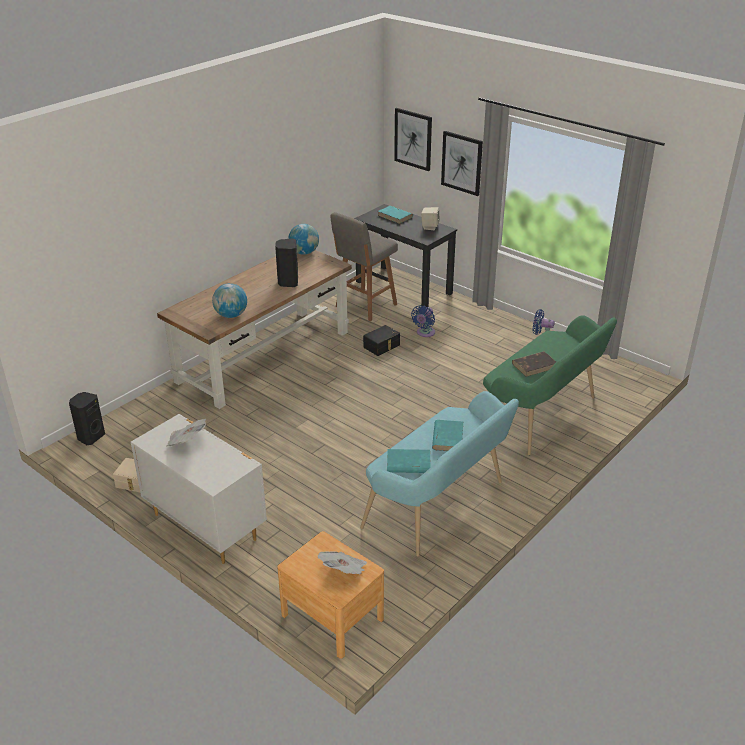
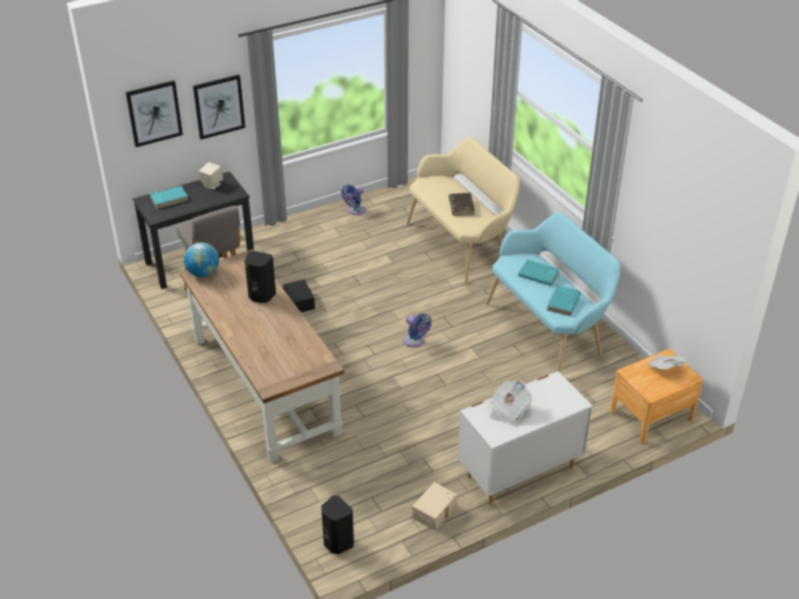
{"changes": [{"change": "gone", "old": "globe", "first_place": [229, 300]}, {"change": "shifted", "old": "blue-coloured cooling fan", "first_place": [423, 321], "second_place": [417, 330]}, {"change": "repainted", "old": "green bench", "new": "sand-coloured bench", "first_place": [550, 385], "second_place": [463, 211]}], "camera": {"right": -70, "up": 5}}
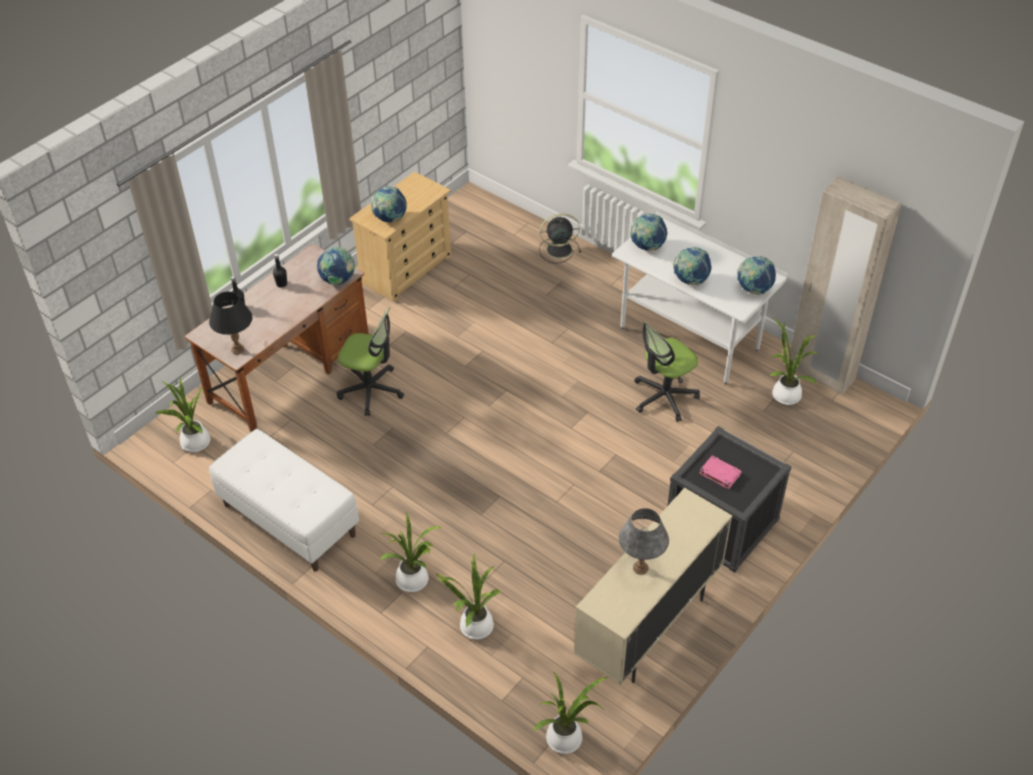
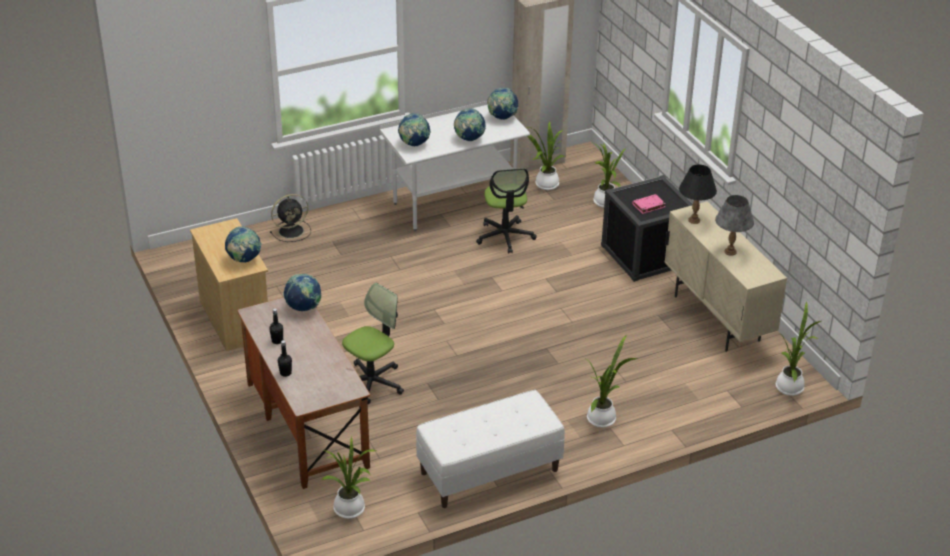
{"changes": [{"change": "shifted", "old": "black lamp for a table", "first_place": [230, 323], "second_place": [698, 194]}, {"change": "shifted", "old": "plant in a pot", "first_place": [468, 596], "second_place": [609, 175]}, {"change": "rotated", "old": "black cooling fan", "first_place": [560, 239], "second_place": [290, 218], "degrees": -135}], "camera": {"right": -65, "up": -10}}
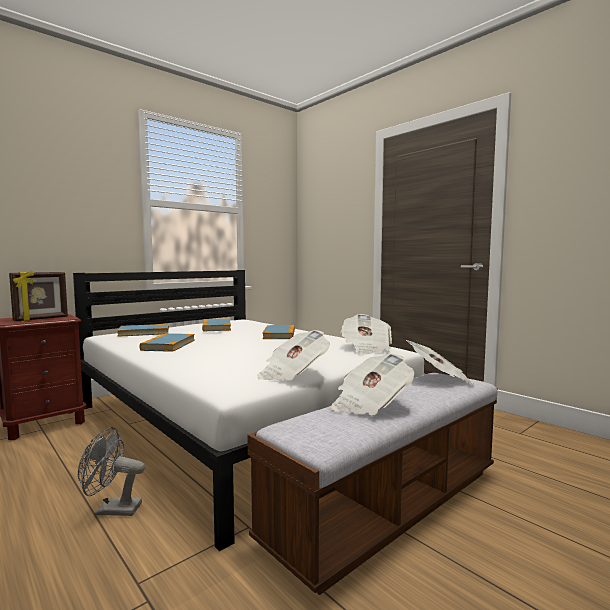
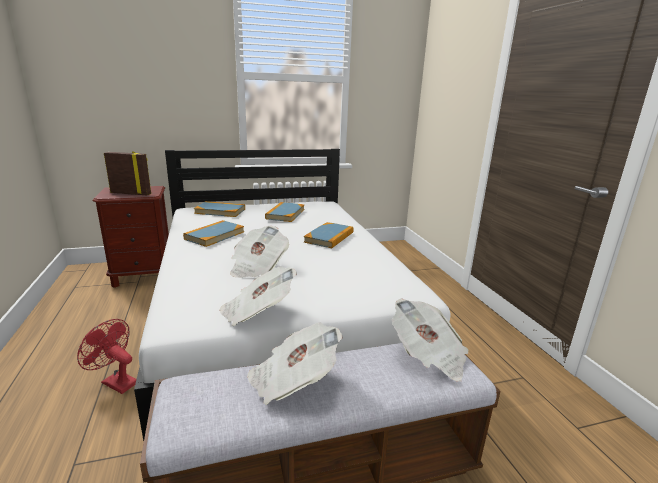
{"changes": [{"change": "shifted", "old": "printed paper", "first_place": [366, 334], "second_place": [259, 252]}, {"change": "repainted", "old": "greyish cooling fan", "new": "reddish cooling fan", "first_place": [111, 471], "second_place": [106, 356]}, {"change": "rotated", "old": "standing frame", "first_place": [38, 296], "second_place": [127, 173], "degrees": -150}], "camera": {"right": 25, "up": 15}}
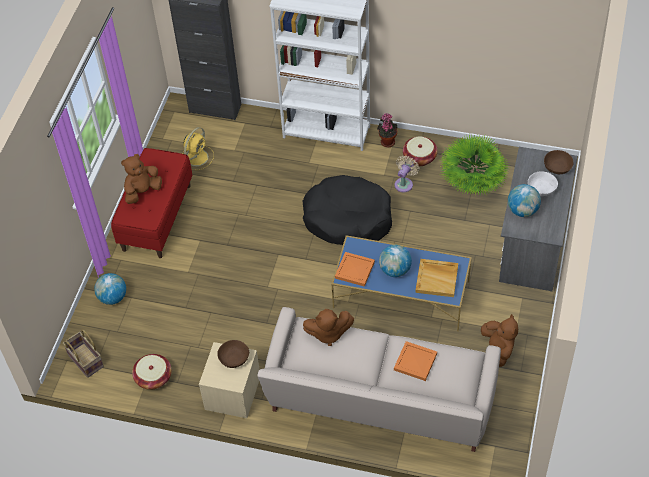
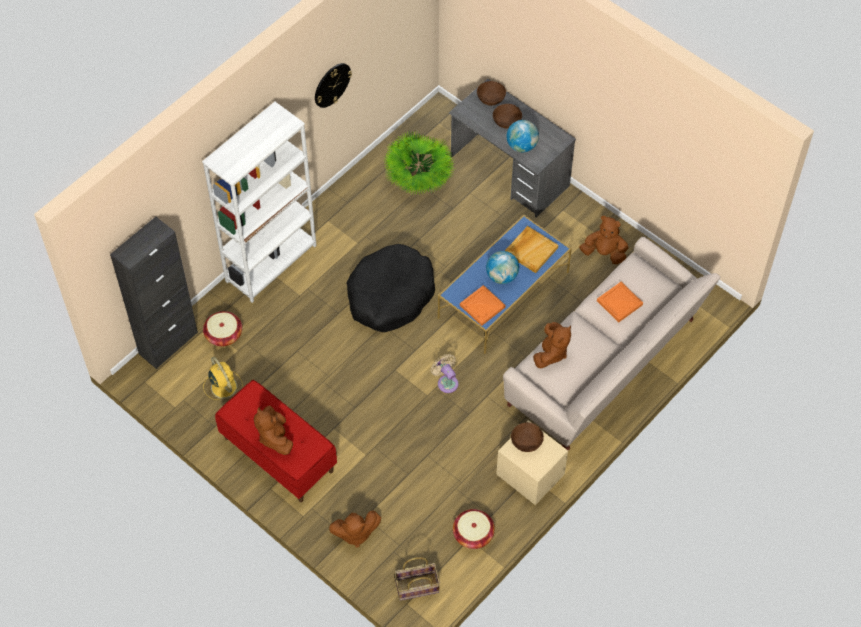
{"changes": [{"change": "gone", "old": "plant in a pot", "first_place": [387, 130]}, {"change": "new", "new": "wall clock", "second_place": [333, 85]}, {"change": "shifted", "old": "sand-coloured cooling fan", "first_place": [407, 173], "second_place": [444, 373]}, {"change": "shifted", "old": "basket", "first_place": [420, 151], "second_place": [222, 328]}, {"change": "swapped", "old": "globe", "new": "brown cuddly toy", "first_place": [110, 289], "second_place": [355, 529]}, {"change": "repainted", "old": "white serving bowl", "new": "brown serving bowl", "first_place": [543, 184], "second_place": [507, 116]}], "camera": {"right": -65, "up": 5}}
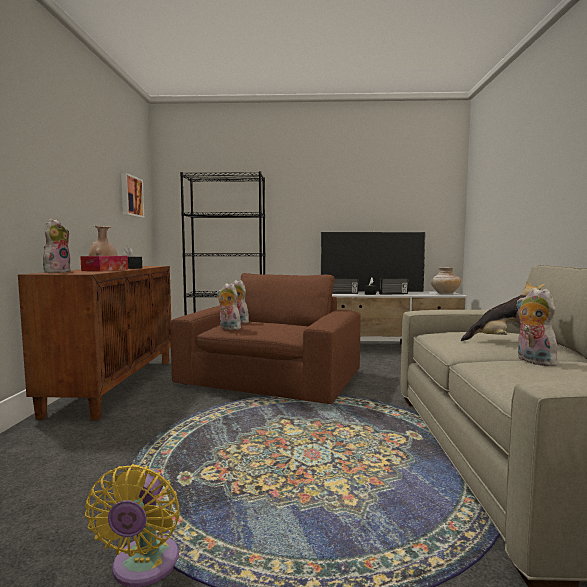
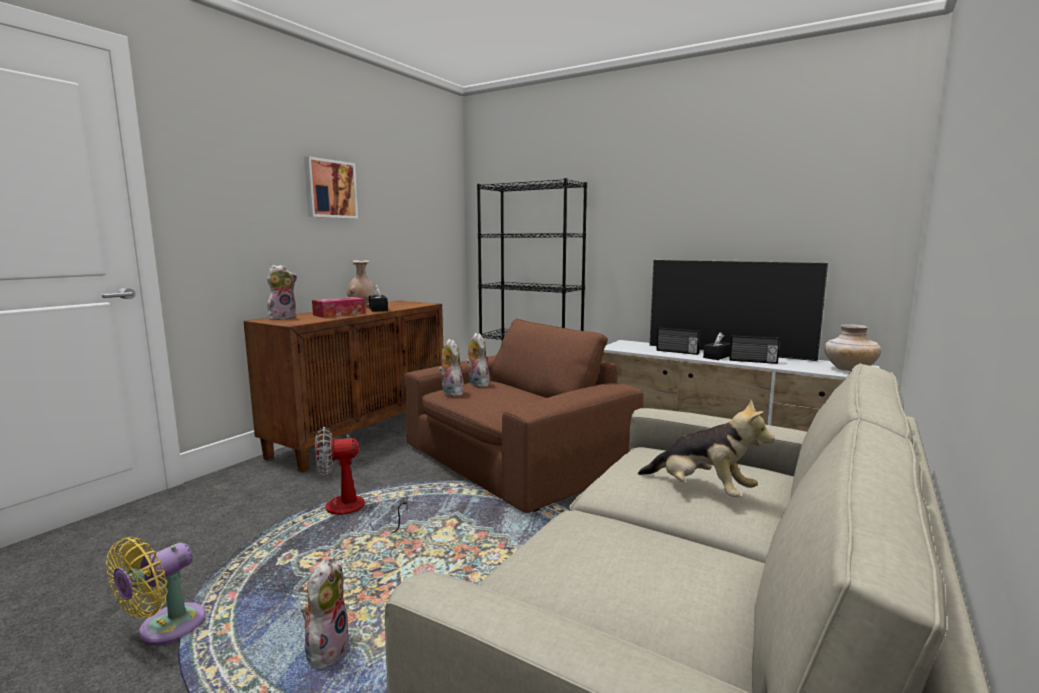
{"changes": [{"change": "new", "new": "cooling fan", "second_place": [361, 480]}, {"change": "shifted", "old": "picture", "first_place": [132, 195], "second_place": [331, 187]}, {"change": "shifted", "old": "cuddly toy", "first_place": [537, 327], "second_place": [325, 614]}], "camera": {"right": 30, "up": 5}}
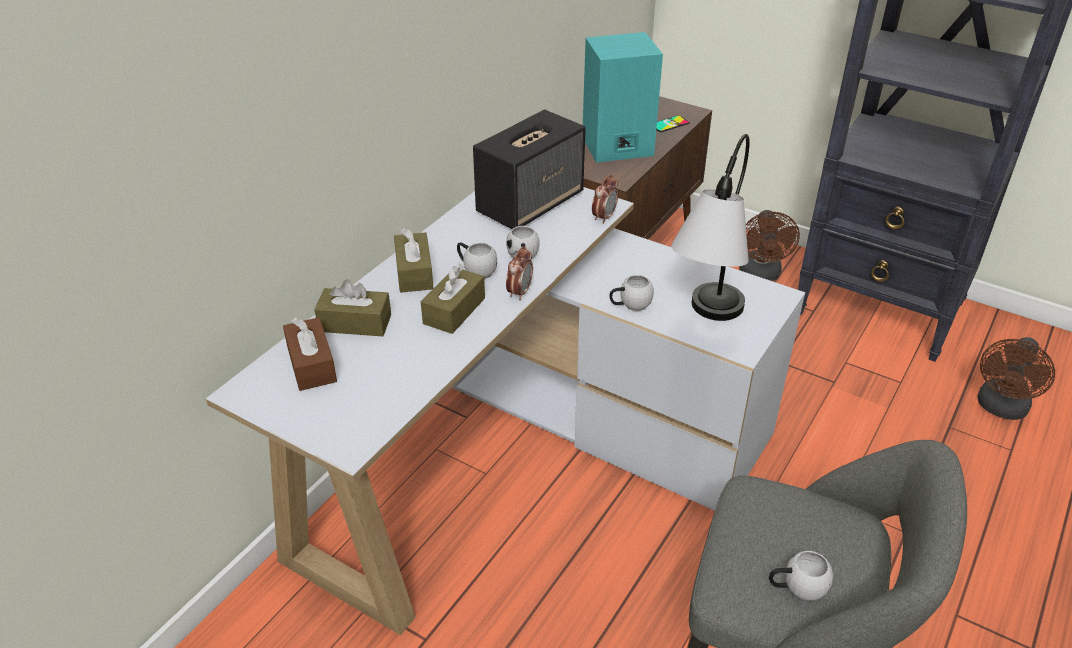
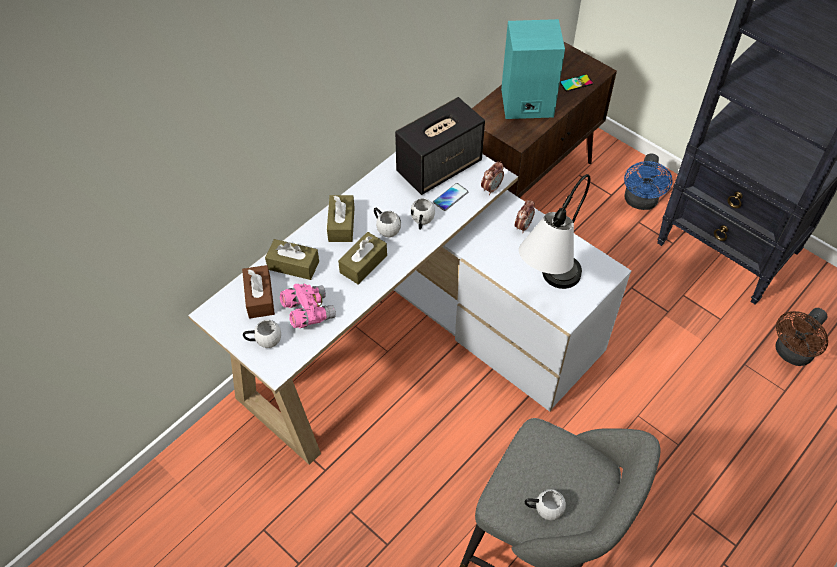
{"changes": [{"change": "new", "new": "pink field glasses", "second_place": [308, 306]}, {"change": "new", "new": "handset", "second_place": [450, 197]}, {"change": "shifted", "old": "bedside clock", "first_place": [519, 273], "second_place": [525, 216]}, {"change": "shifted", "old": "white coffee mug", "first_place": [631, 293], "second_place": [262, 334]}, {"change": "repainted", "old": "brown cooling fan", "new": "blue-coloured cooling fan", "first_place": [769, 245], "second_place": [648, 182]}], "camera": {"right": 10, "up": 15}}
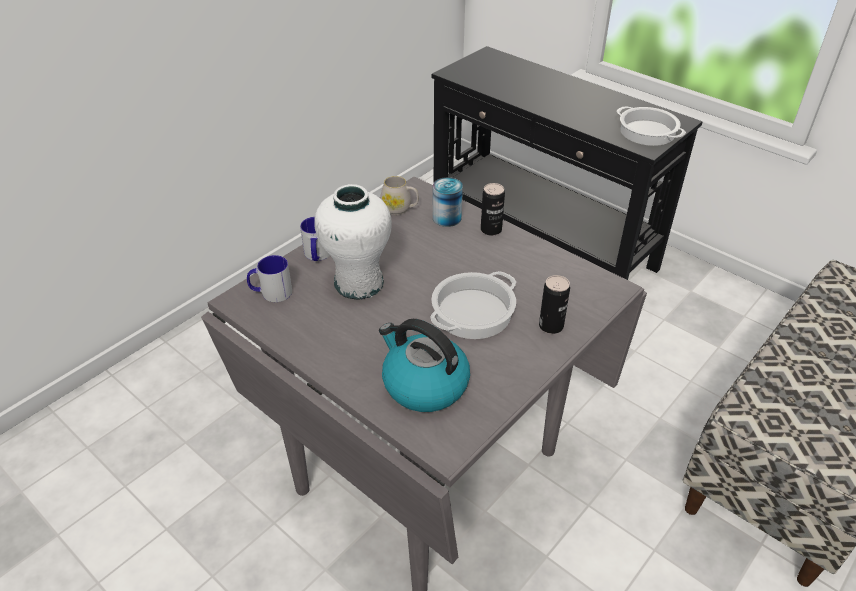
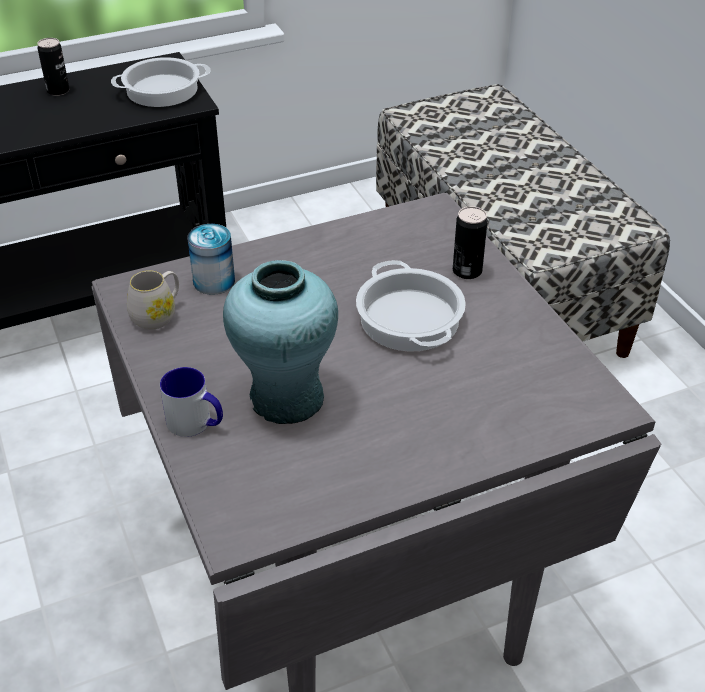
{"changes": [{"change": "gone", "old": "coffee mug", "first_place": [269, 278]}, {"change": "gone", "old": "kettle", "first_place": [424, 365]}, {"change": "shifted", "old": "metal can", "first_place": [493, 209], "second_place": [53, 67]}, {"change": "repainted", "old": "white flower vase", "new": "turquoise-coloured flower vase", "first_place": [353, 242], "second_place": [280, 342]}], "camera": {"right": -65, "up": 0}}
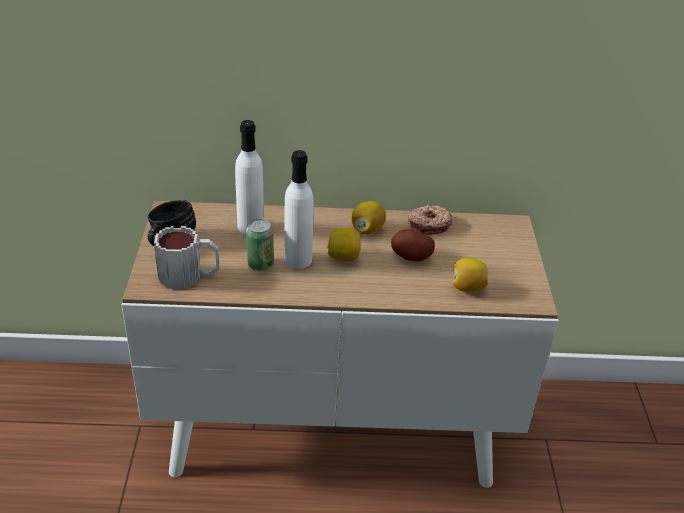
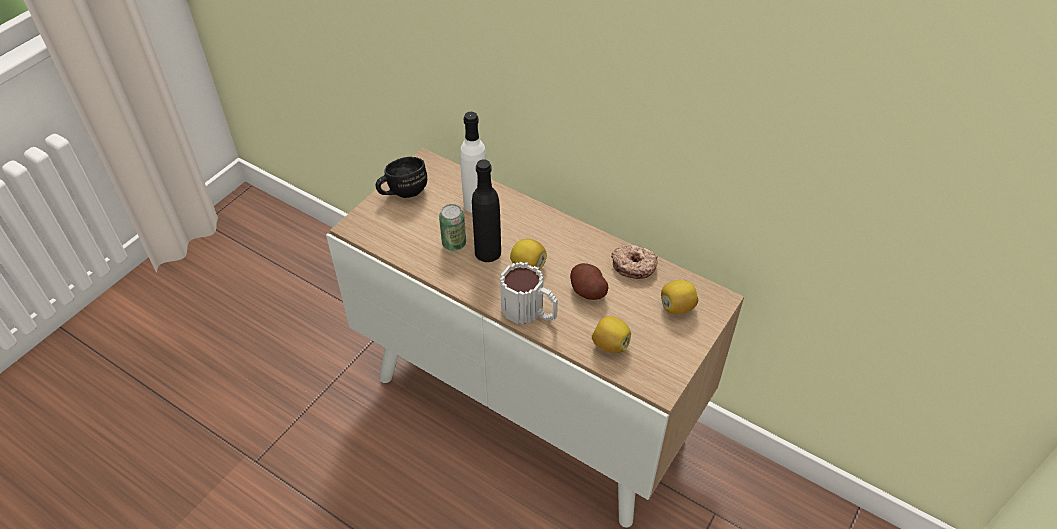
{"changes": [{"change": "shifted", "old": "coffee mug", "first_place": [187, 257], "second_place": [529, 293]}, {"change": "shifted", "old": "lemon", "first_place": [368, 217], "second_place": [679, 297]}, {"change": "repainted", "old": "white beverage bottle", "new": "black beverage bottle", "first_place": [299, 209], "second_place": [486, 210]}], "camera": {"right": 35, "up": 10}}
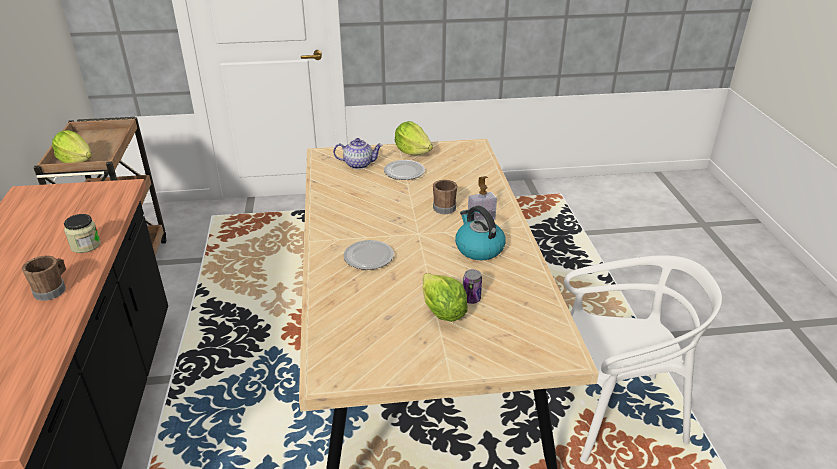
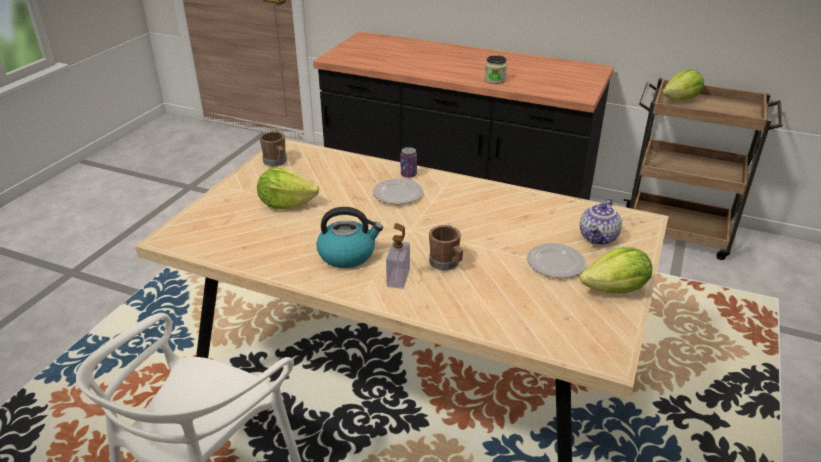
{"changes": [{"change": "shifted", "old": "brown coffee mug", "first_place": [44, 278], "second_place": [273, 149]}, {"change": "shifted", "old": "metal can", "first_place": [472, 286], "second_place": [409, 162]}], "camera": {"right": 120, "up": 0}}
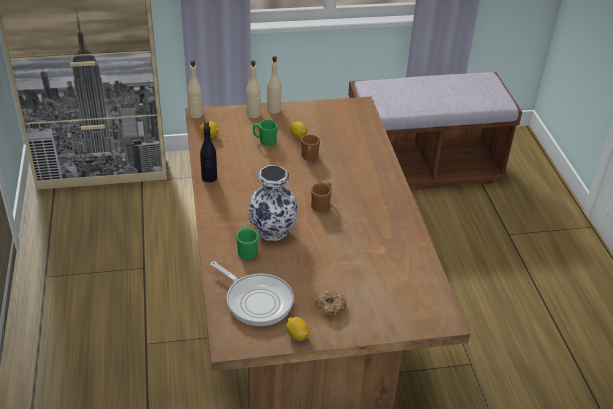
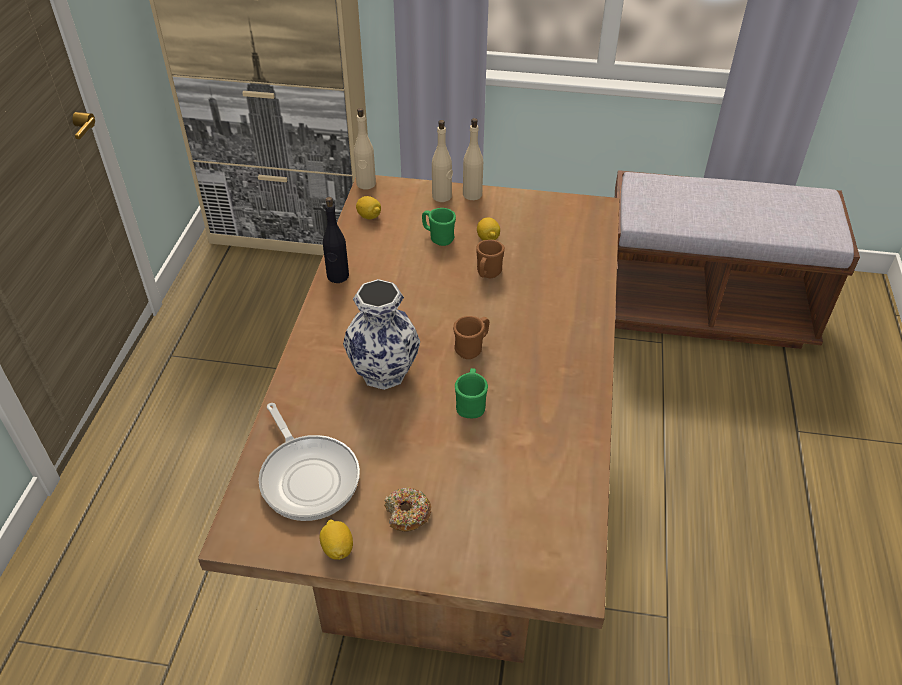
{"changes": [{"change": "shifted", "old": "green coffee mug", "first_place": [247, 242], "second_place": [471, 393]}], "camera": {"right": 20, "up": 5}}
